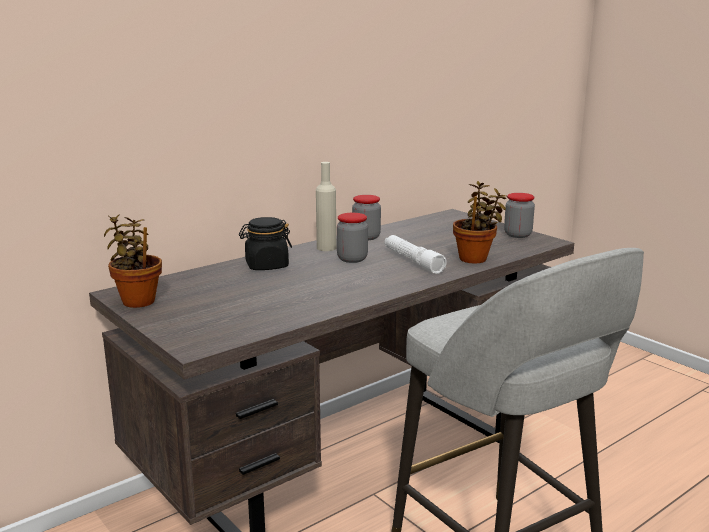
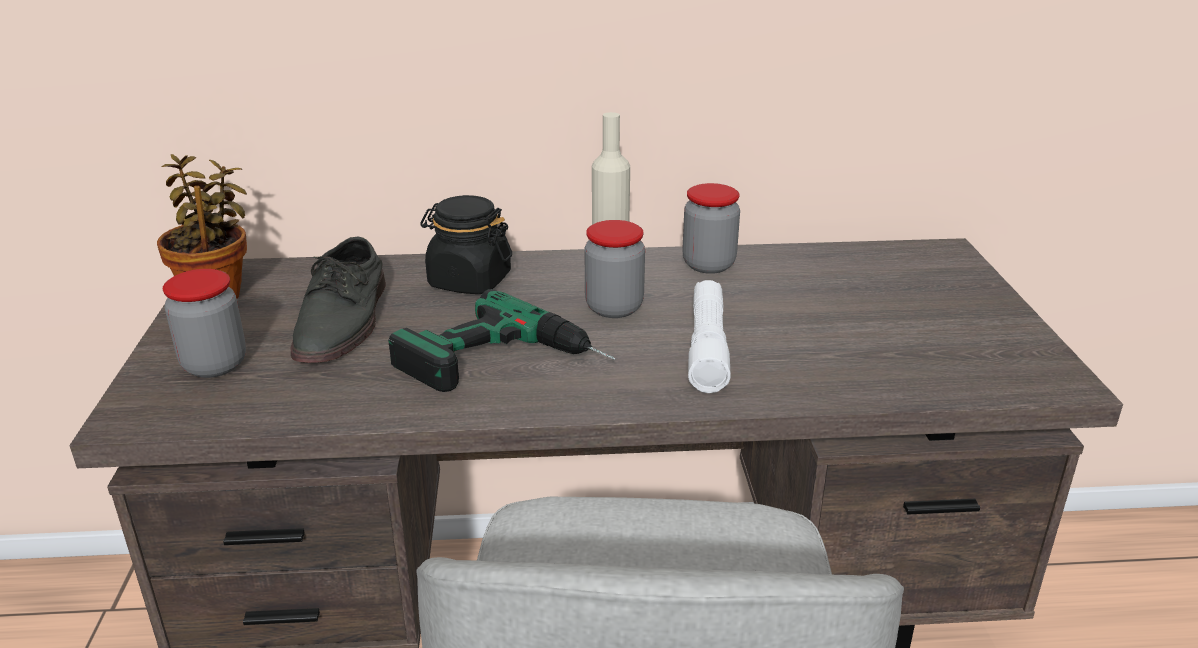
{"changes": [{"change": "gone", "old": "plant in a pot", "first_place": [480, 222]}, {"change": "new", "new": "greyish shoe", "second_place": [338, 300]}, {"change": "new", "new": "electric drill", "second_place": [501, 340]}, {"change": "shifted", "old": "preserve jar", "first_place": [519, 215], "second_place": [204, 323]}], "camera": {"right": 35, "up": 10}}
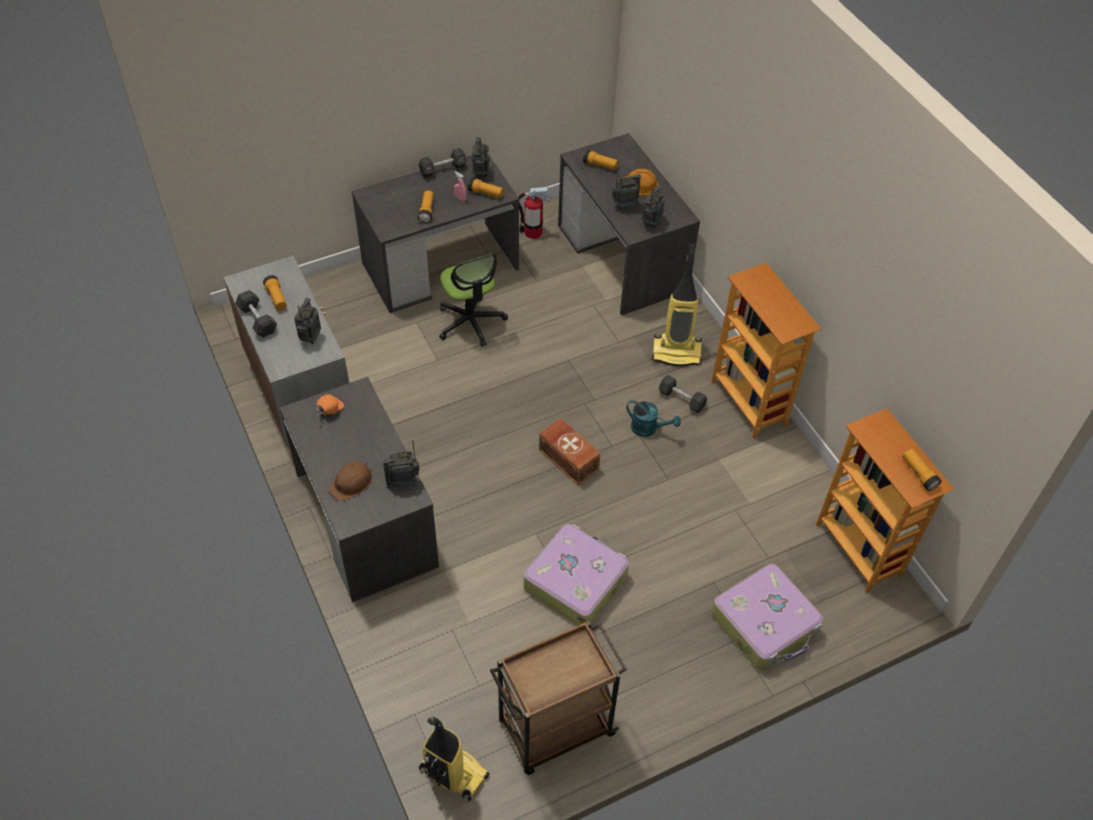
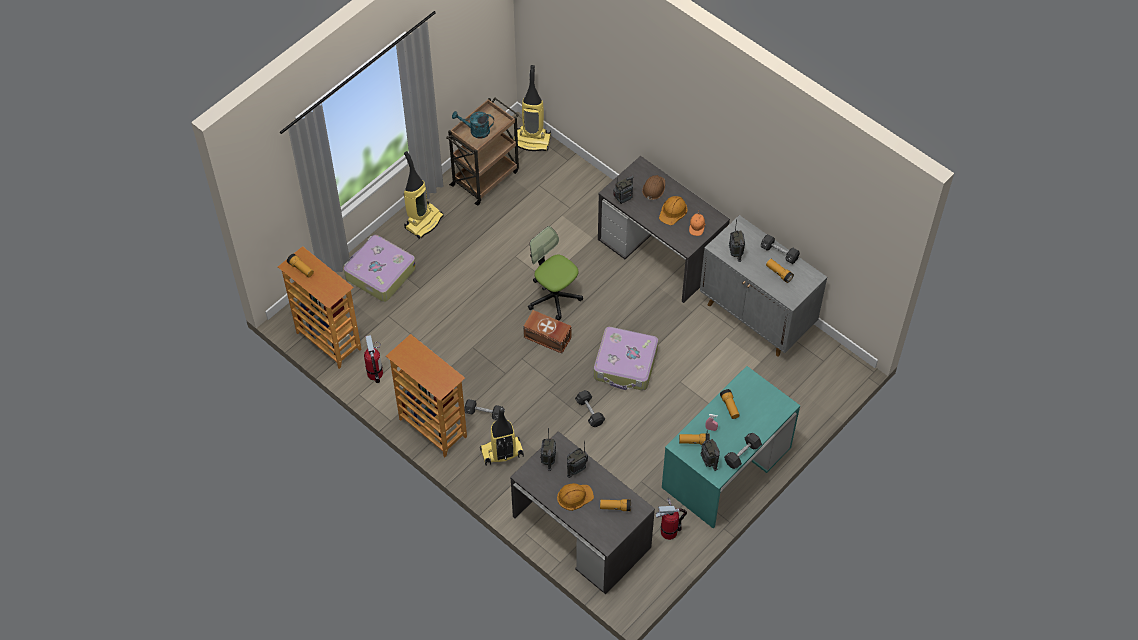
{"changes": [{"change": "new", "new": "fire extinguisher", "second_place": [373, 359]}, {"change": "new", "new": "vacuum", "second_place": [424, 195]}, {"change": "new", "new": "black dumbbell", "second_place": [590, 408]}, {"change": "new", "new": "orange-coloured hard hat", "second_place": [673, 210]}, {"change": "shifted", "old": "computer chair", "first_place": [473, 300], "second_place": [555, 273]}, {"change": "shifted", "old": "suitcase", "first_place": [576, 575], "second_place": [626, 358]}, {"change": "shifted", "old": "turquoise-coloured watering pot", "first_place": [653, 418], "second_place": [473, 125]}, {"change": "repainted", "old": "greyish desk", "new": "turquoise-coloured desk", "first_place": [435, 234], "second_place": [731, 447]}], "camera": {"right": 160, "up": 5}}
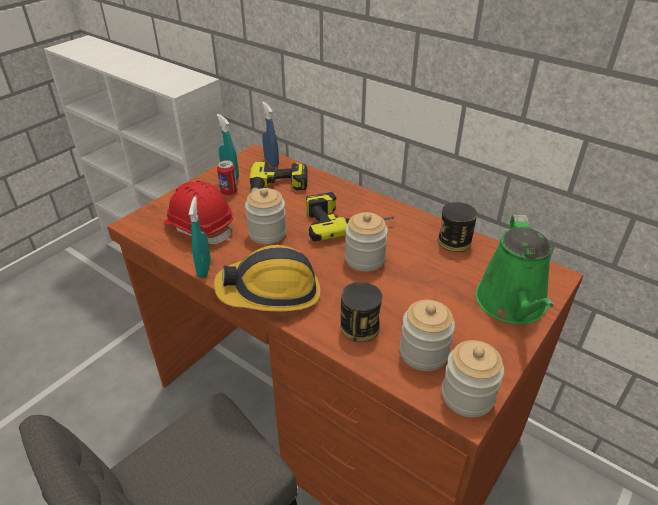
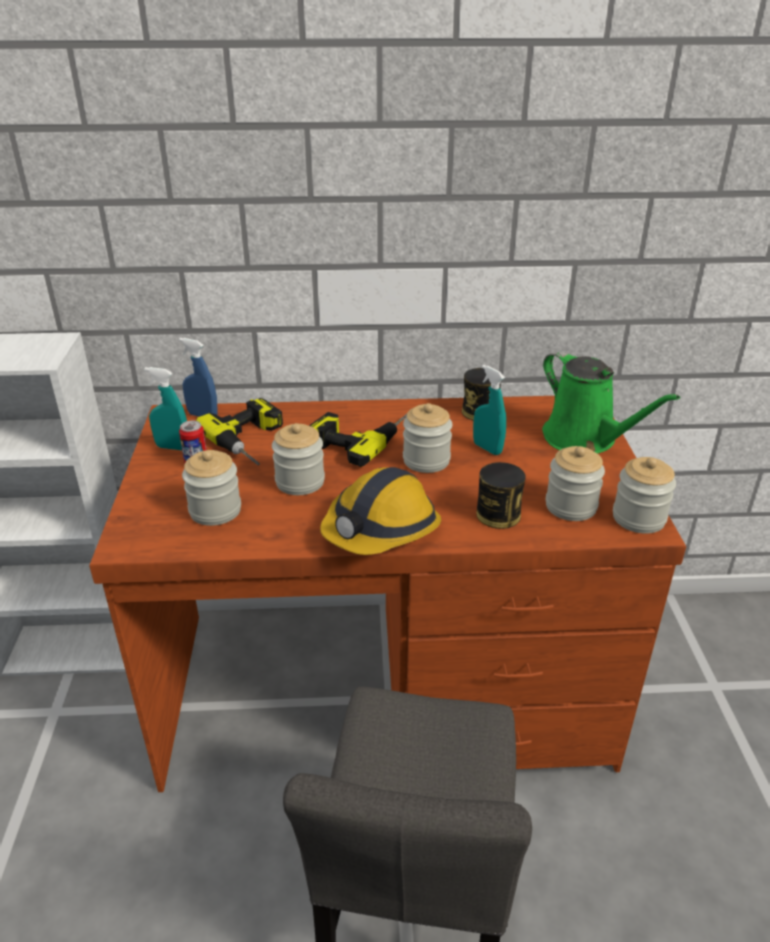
{"changes": [{"change": "shifted", "old": "turquoise-coloured hand sprayer", "first_place": [200, 237], "second_place": [489, 410]}, {"change": "swapped", "old": "reddish hard hat", "new": "preserve jar", "first_place": [198, 212], "second_place": [211, 488]}], "camera": {"right": -40, "up": -5}}
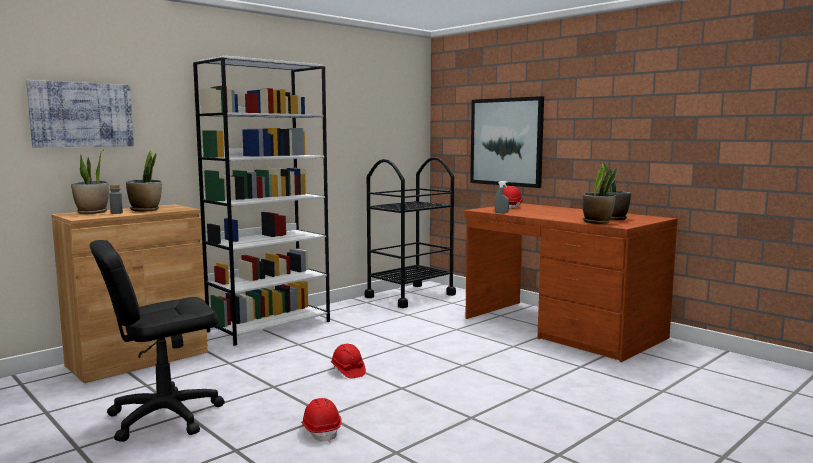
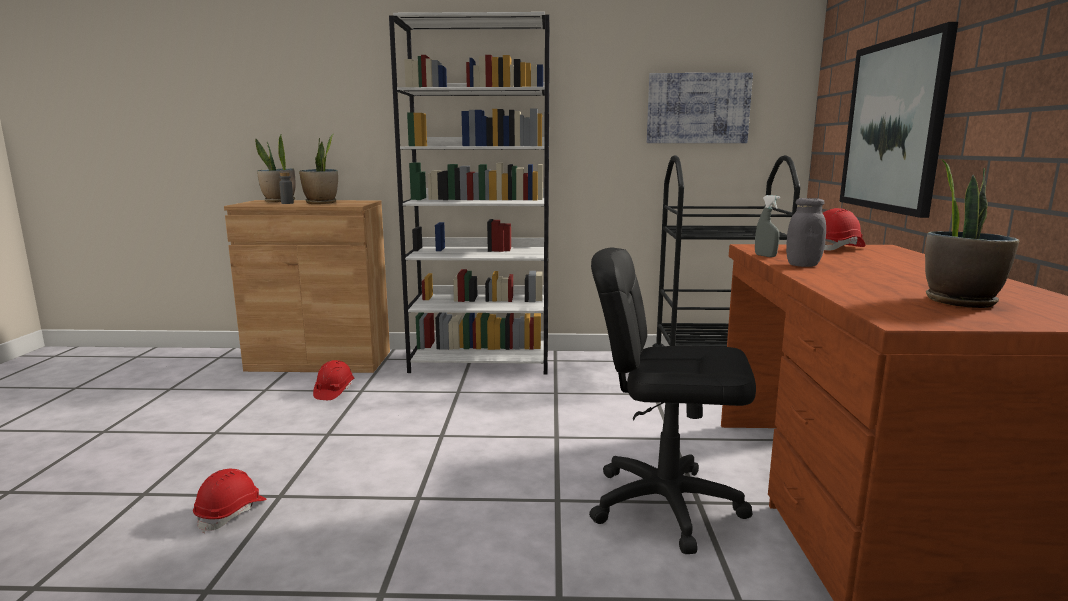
{"changes": [{"change": "gone", "old": "plant in a pot", "first_place": [600, 193]}, {"change": "new", "new": "greyish preserve jar", "second_place": [806, 232]}, {"change": "shifted", "old": "picture", "first_place": [80, 113], "second_place": [700, 108]}, {"change": "shifted", "old": "black computer chair", "first_place": [157, 341], "second_place": [672, 401]}, {"change": "shifted", "old": "reddish hard hat", "first_place": [348, 361], "second_place": [333, 380]}], "camera": {"right": 45, "up": 5}}
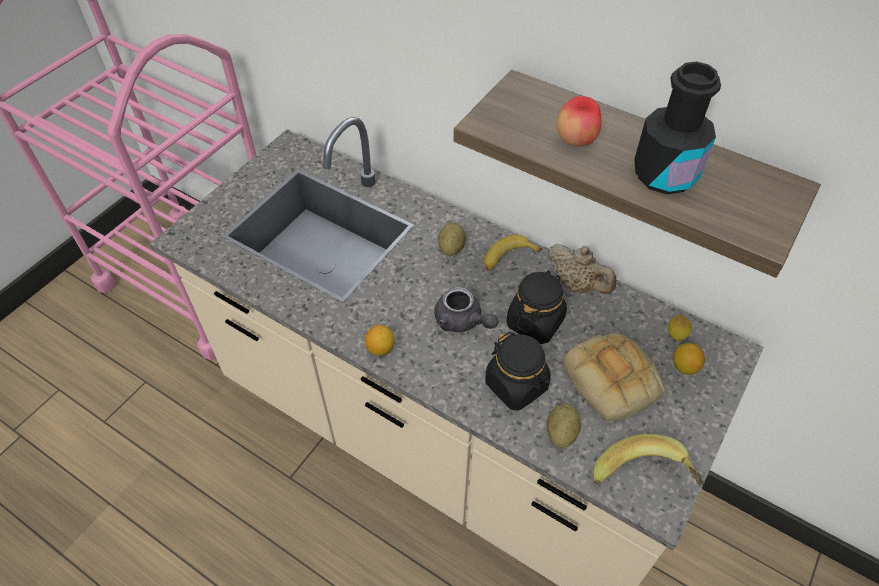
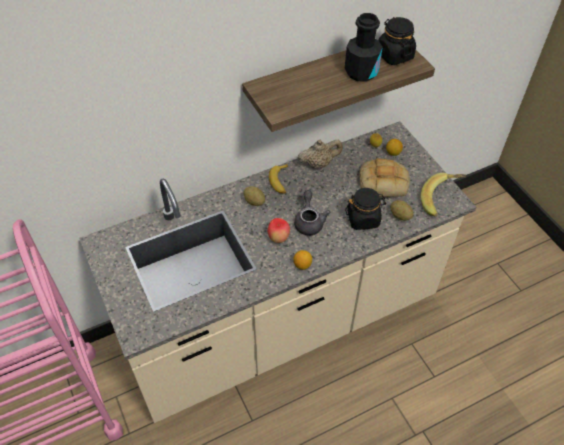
{"changes": [{"change": "shifted", "old": "black preserve jar", "first_place": [536, 307], "second_place": [397, 41]}, {"change": "shifted", "old": "apple", "first_place": [579, 121], "second_place": [278, 230]}, {"change": "rotated", "old": "greyish pot for tea", "first_place": [466, 309], "second_place": [312, 213], "degrees": -75}], "camera": {"right": -60, "up": 0}}
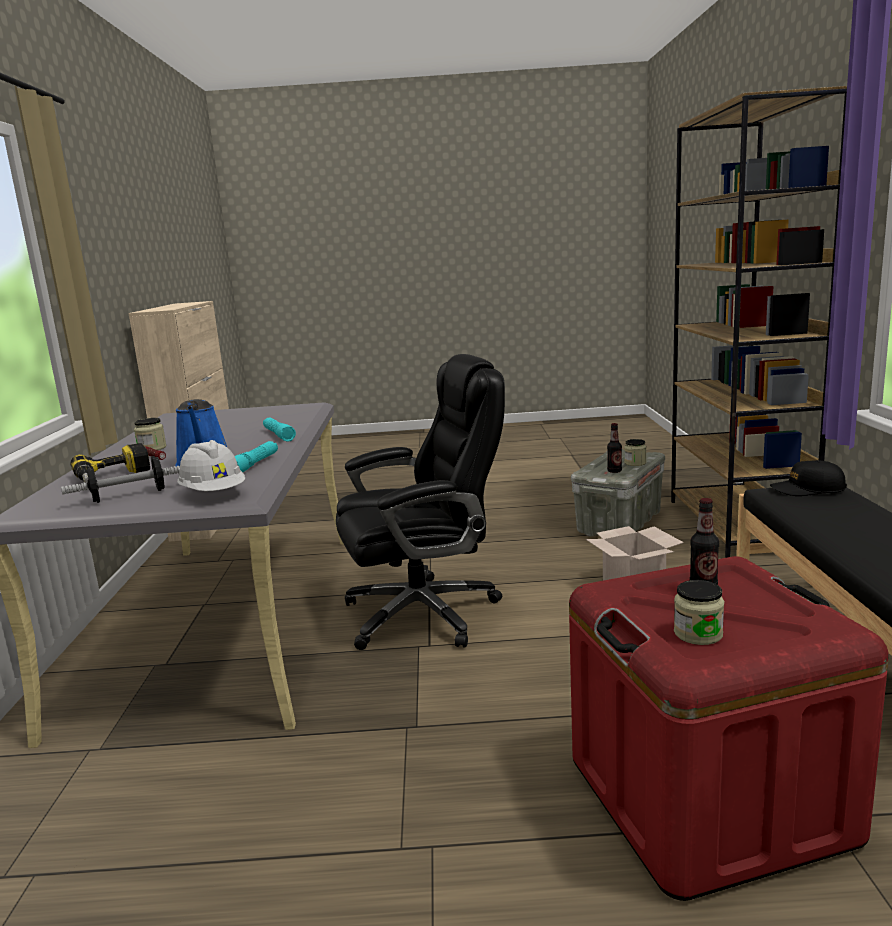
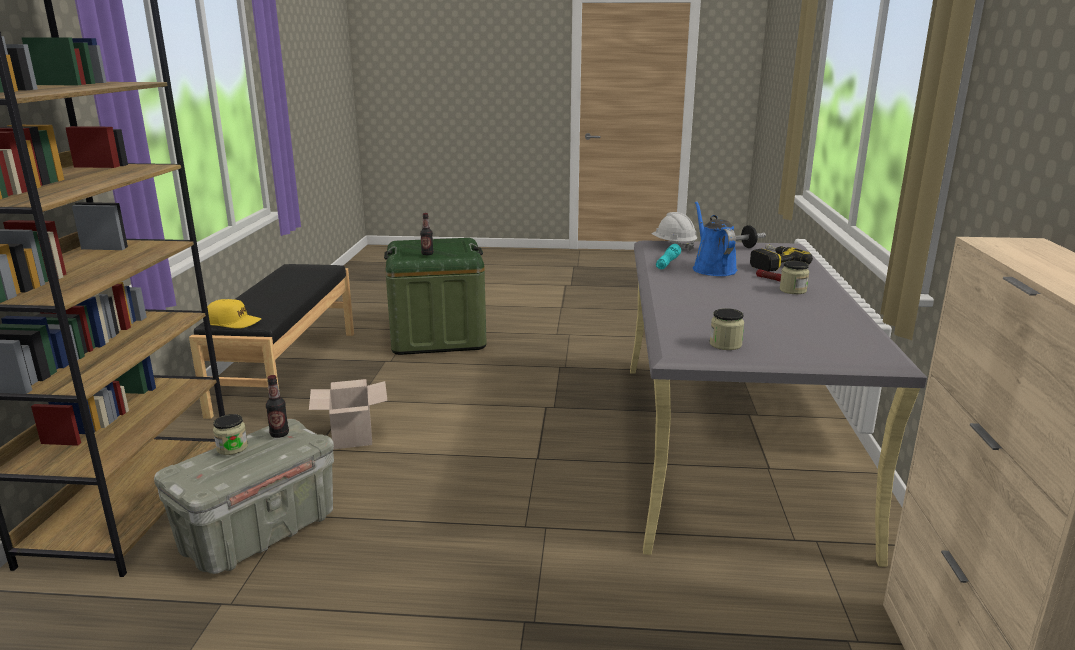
{"changes": [{"change": "gone", "old": "turquoise-coloured torch", "first_place": [279, 430]}, {"change": "gone", "old": "black computer chair", "first_place": [420, 502]}, {"change": "shifted", "old": "preserve jar", "first_place": [699, 612], "second_place": [727, 329]}, {"change": "repainted", "old": "reddish storage box", "new": "green storage box", "first_place": [729, 728], "second_place": [435, 296]}, {"change": "repainted", "old": "black baseball cap", "new": "yellowish baseball cap", "first_place": [808, 478], "second_place": [234, 314]}], "camera": {"right": -175, "up": 5}}
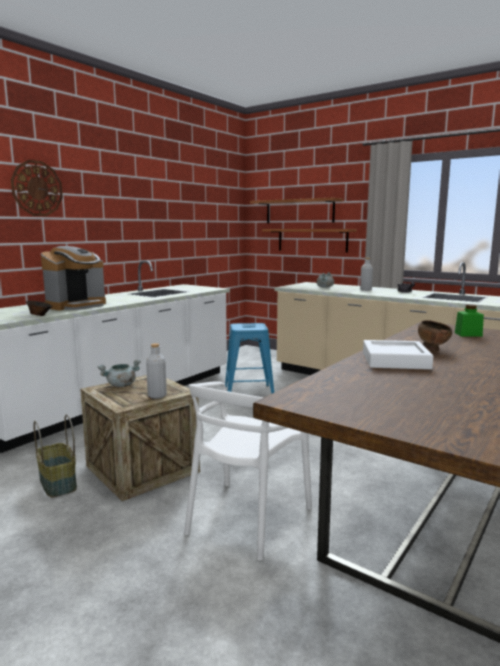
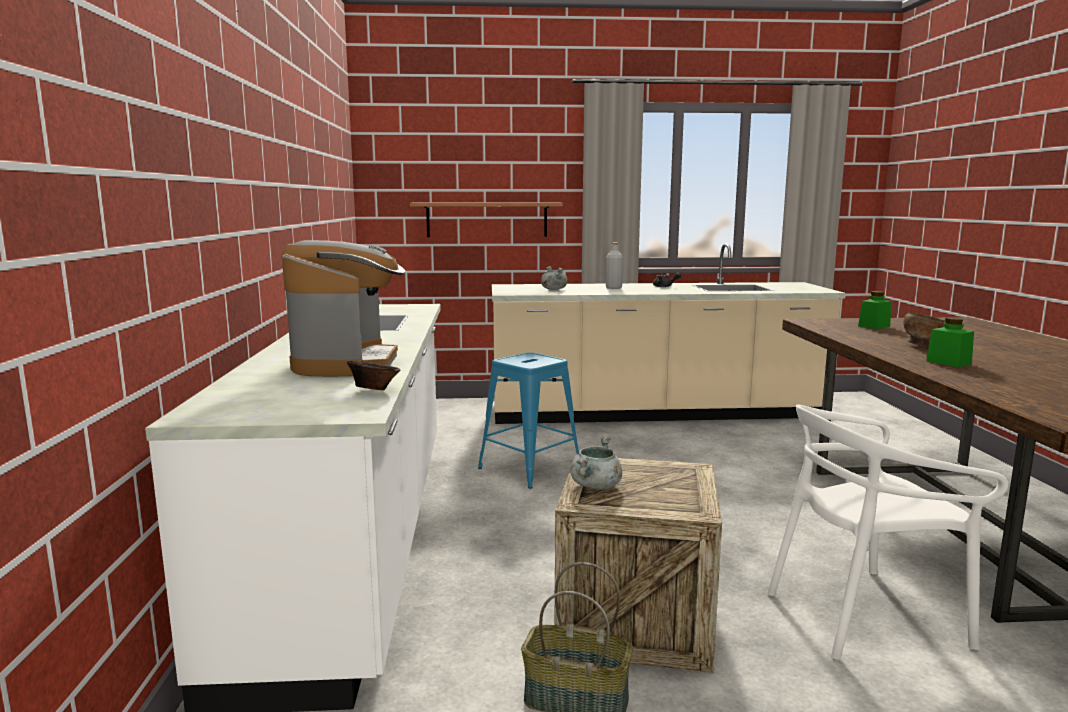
{"changes": [{"change": "gone", "old": "wall clock", "first_place": [37, 188]}, {"change": "gone", "old": "greyish beverage bottle", "first_place": [156, 371]}, {"change": "gone", "old": "shelf", "first_place": [296, 210]}, {"change": "swapped", "old": "white tray", "new": "green preserve jar", "first_place": [398, 355], "second_place": [950, 342]}, {"change": "rotated", "old": "white chair", "first_place": [248, 470], "second_place": [887, 532], "degrees": 90}], "camera": {"right": -40, "up": 0}}
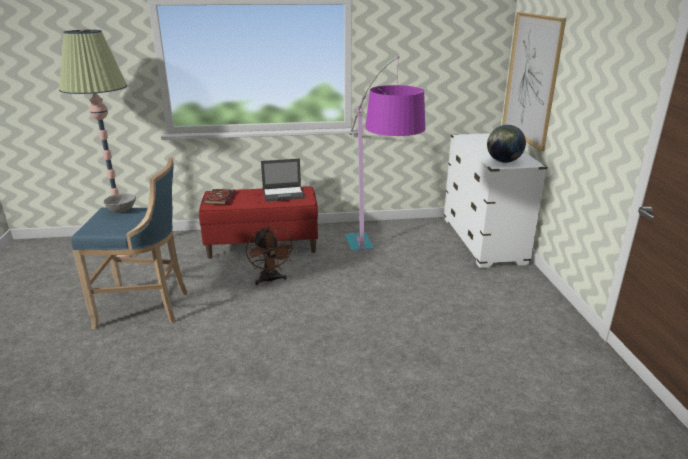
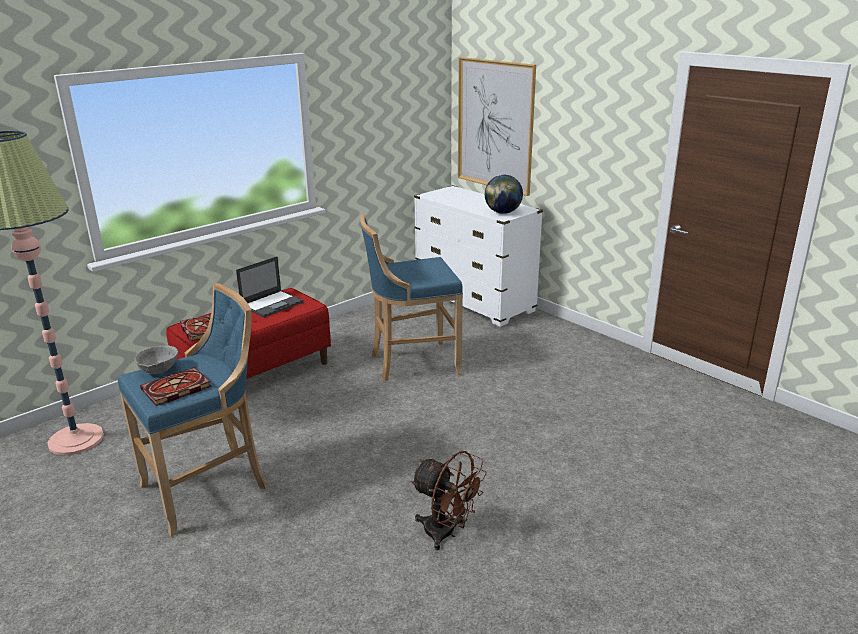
{"changes": [{"change": "new", "new": "volume", "second_place": [175, 386]}, {"change": "shifted", "old": "brown cooling fan", "first_place": [270, 255], "second_place": [448, 500]}, {"change": "swapped", "old": "floor lamp", "new": "blue-coloured sitting stool", "first_place": [385, 153], "second_place": [411, 297]}], "camera": {"right": -35, "up": 0}}
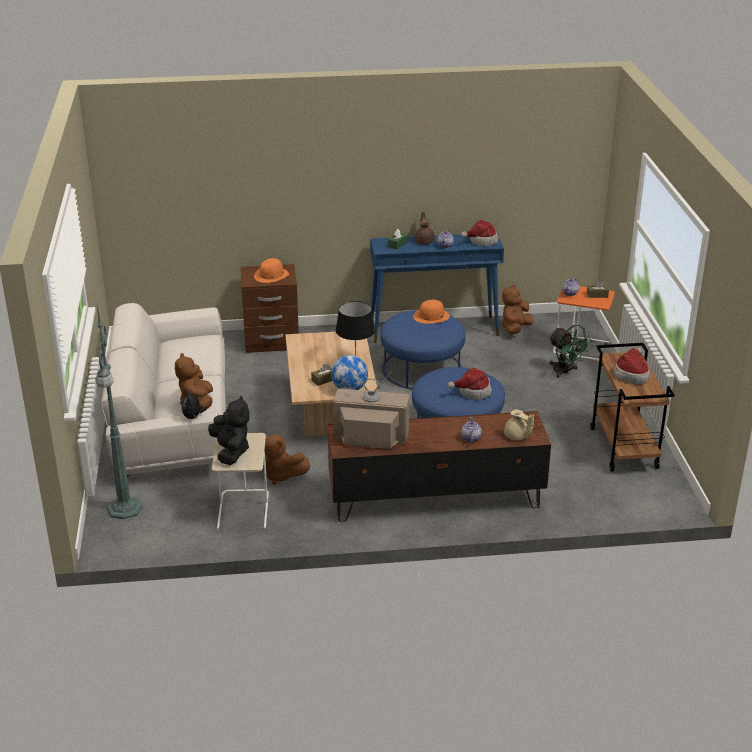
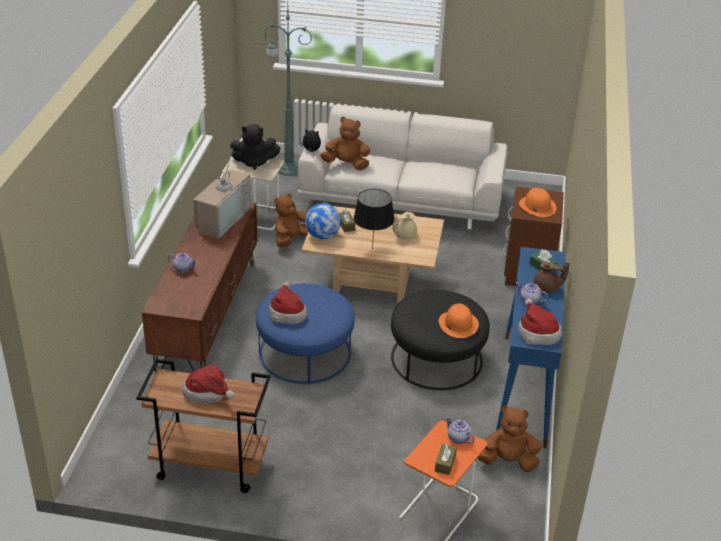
{"changes": [{"change": "gone", "old": "green cooling fan", "first_place": [570, 351]}, {"change": "shifted", "old": "sand-coloured pot for tea", "first_place": [519, 425], "second_place": [404, 225]}, {"change": "repainted", "old": "blue-coloured pouffe", "new": "black pouffe", "first_place": [423, 349], "second_place": [440, 340]}, {"change": "rotated", "old": "brown cuddly toy", "first_place": [517, 309], "second_place": [510, 439], "degrees": -45}], "camera": {"right": 105, "up": 5}}
